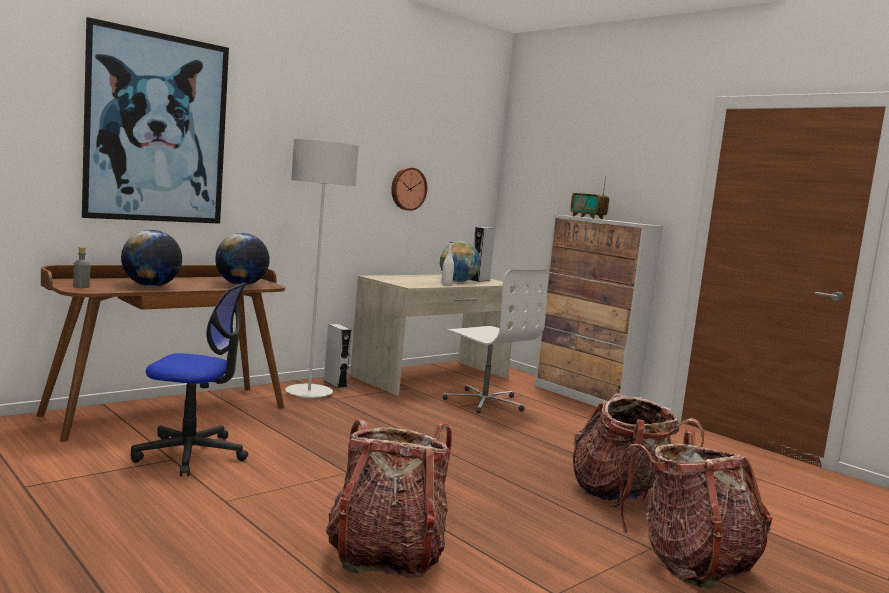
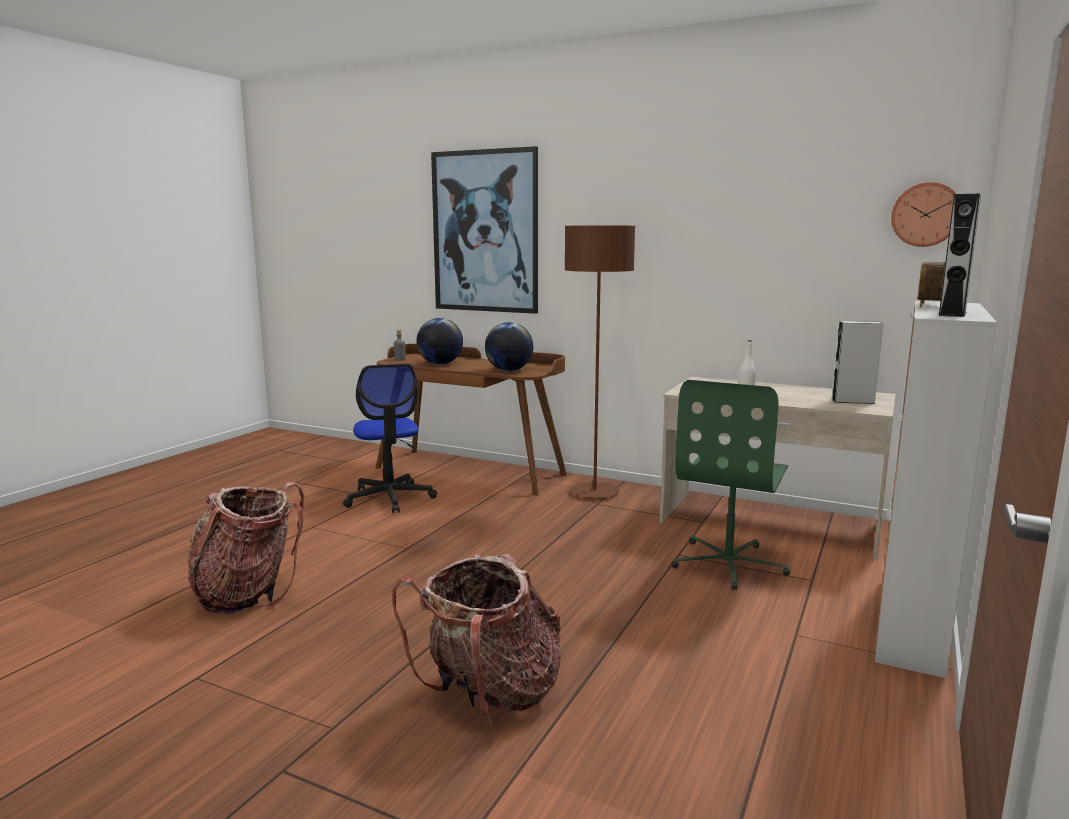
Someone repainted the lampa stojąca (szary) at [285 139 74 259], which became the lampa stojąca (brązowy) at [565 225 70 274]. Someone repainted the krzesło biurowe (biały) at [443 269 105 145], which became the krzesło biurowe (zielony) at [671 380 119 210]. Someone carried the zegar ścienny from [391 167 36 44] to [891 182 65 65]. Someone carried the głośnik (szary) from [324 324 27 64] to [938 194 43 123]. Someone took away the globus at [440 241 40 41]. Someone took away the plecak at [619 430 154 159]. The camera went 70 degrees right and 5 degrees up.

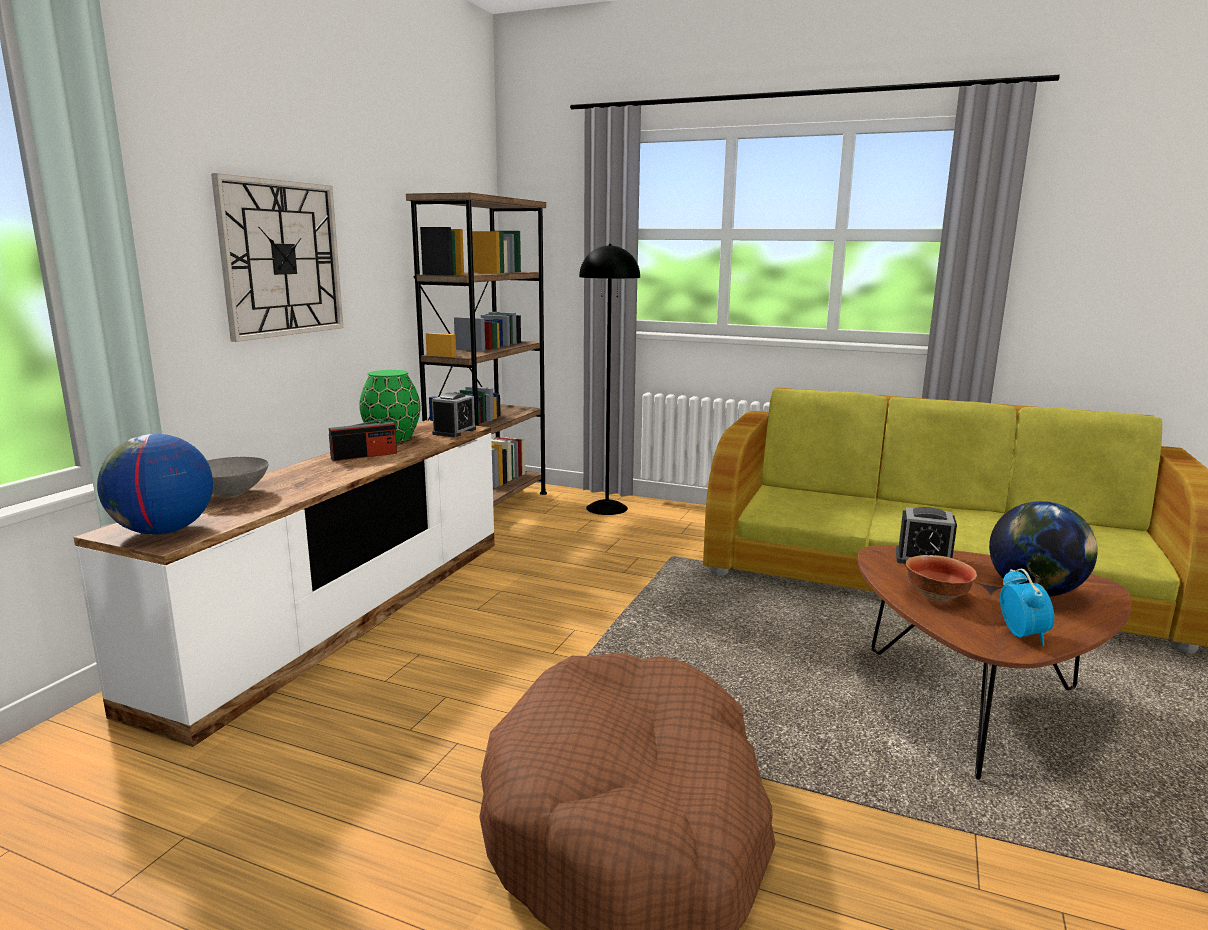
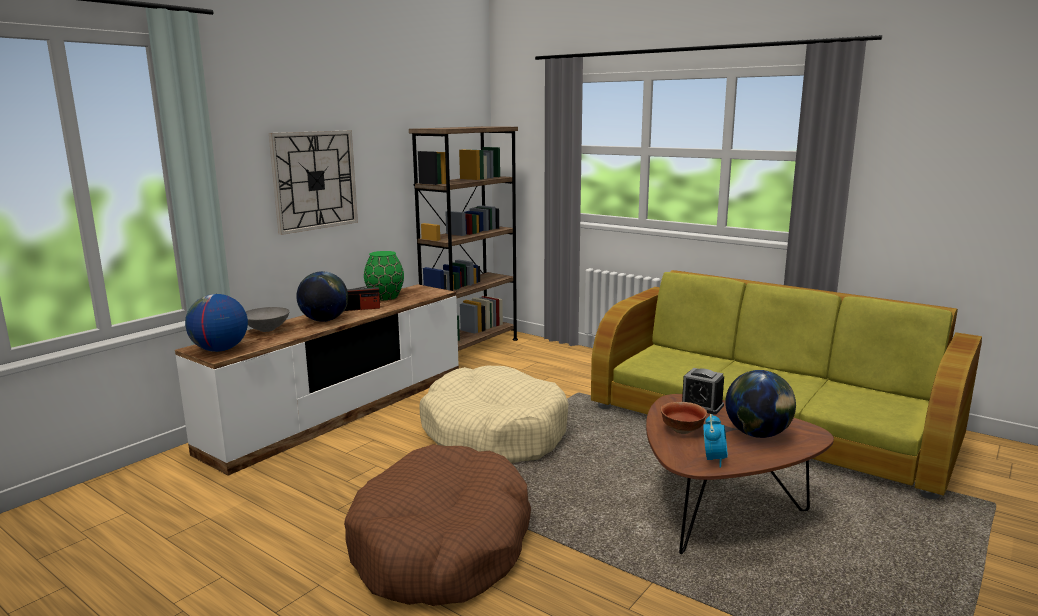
Someone put down the globus at [296 271 52 51]. Someone put down the legowisko (beżowy) at [419 366 150 97]. Someone took away the budzik at [432 393 44 44]. Someone took away the lampa stojąca (czarny) at [579 244 61 271]. The camera went 15 degrees right and 0 degrees up.

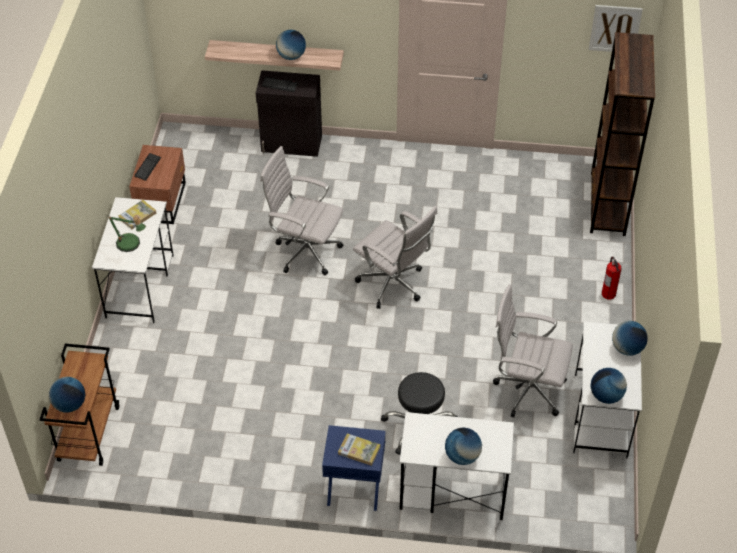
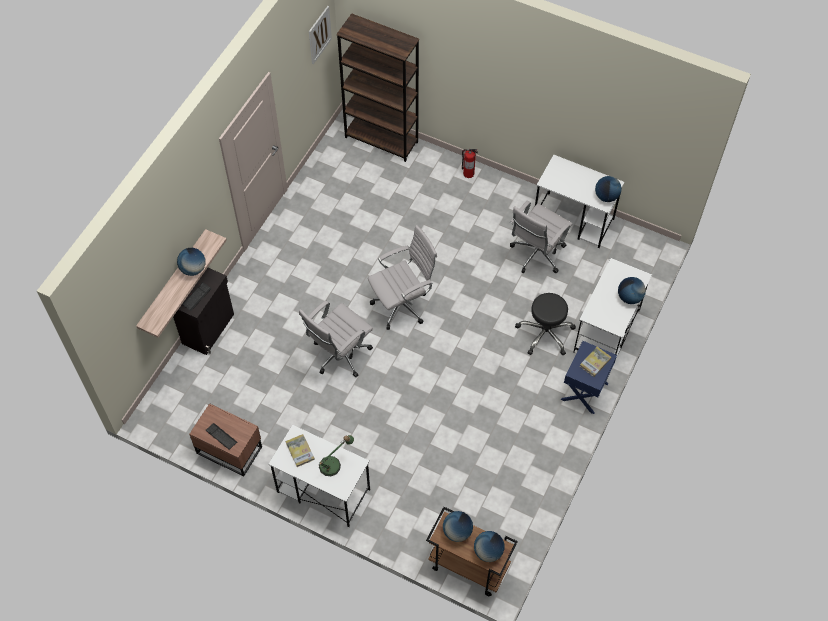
Someone carried the globus from [612 321 36 35] to [443 511 30 31]. The camera went 70 degrees left and 10 degrees up.

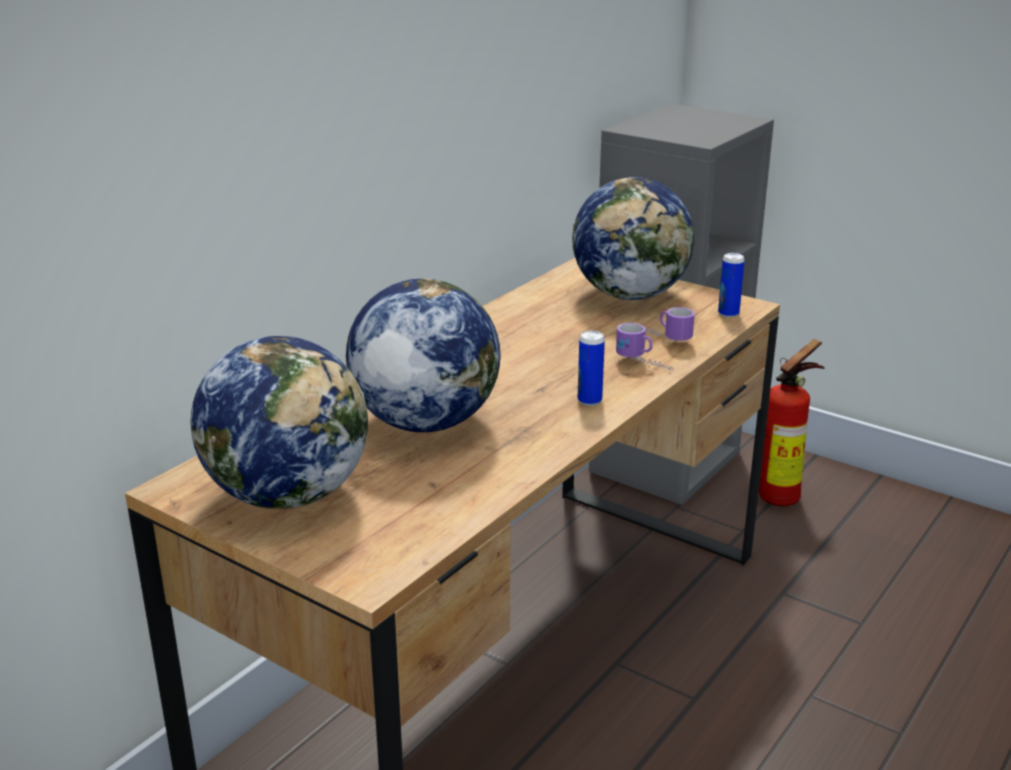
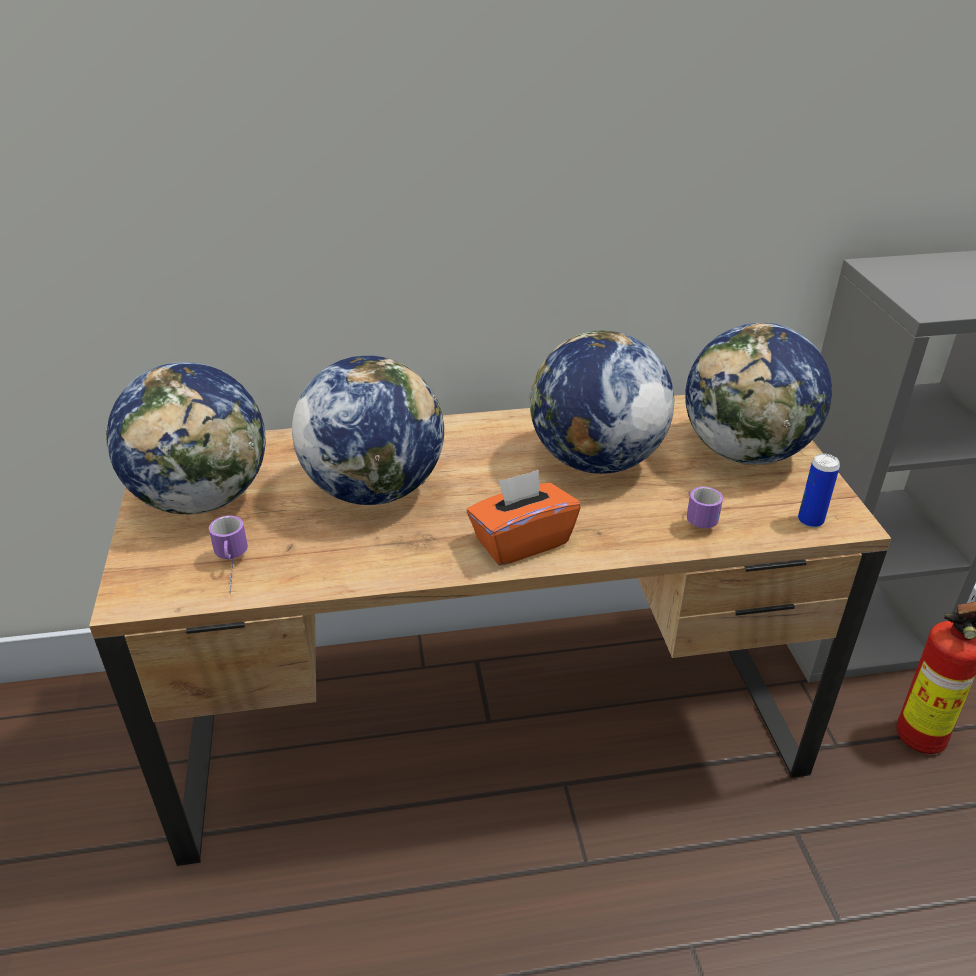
Someone carried the kubek from [616 323 57 48] to [209 516 39 78]. Someone swapped the puszka at [578 331 27 75] for the pudełko chusteczek (pomarańczowy) at [467 470 114 96]. Someone put down the globus at [529 330 145 144]. The camera went 45 degrees right and 10 degrees up.

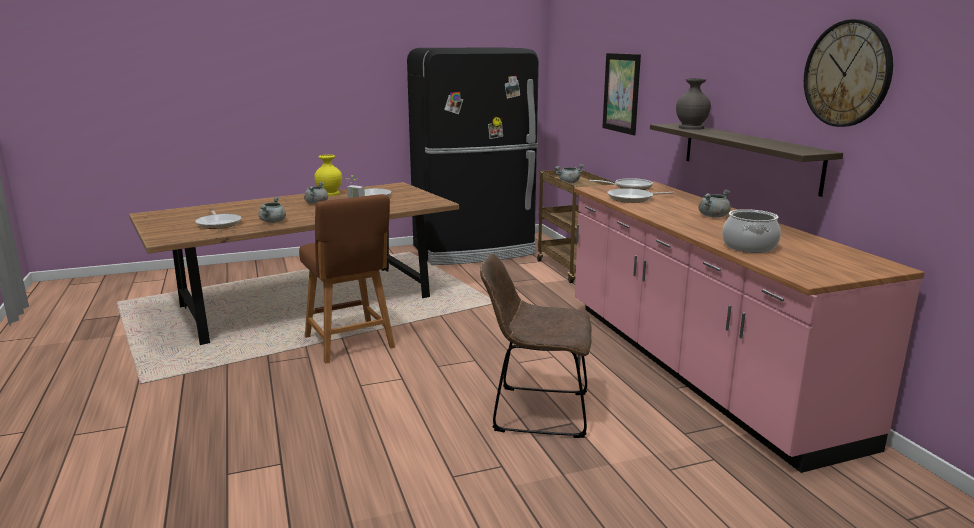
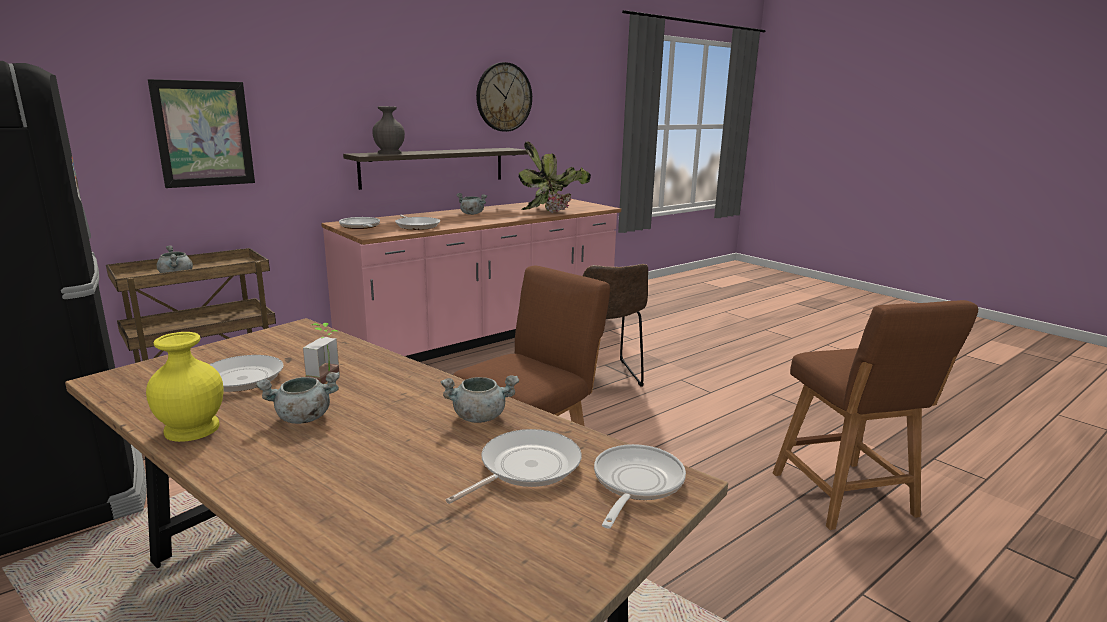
Someone swapped the garnek at [722 209 59 44] for the roślina doniczkowa at [519 142 72 71]. Someone put down the patelnia at [594 444 92 84]. Someone put down the stołek (brązowy) at [773 300 205 230]. The camera went 110 degrees left and 0 degrees up.

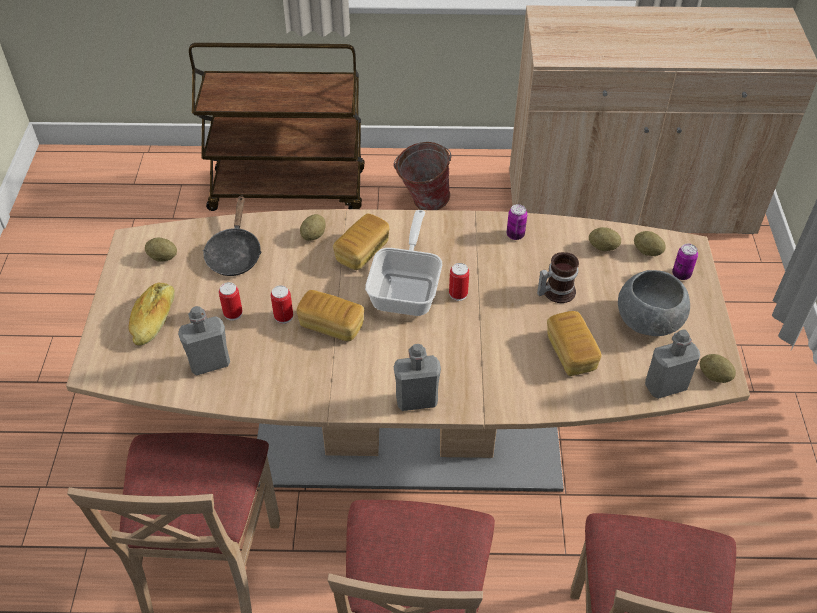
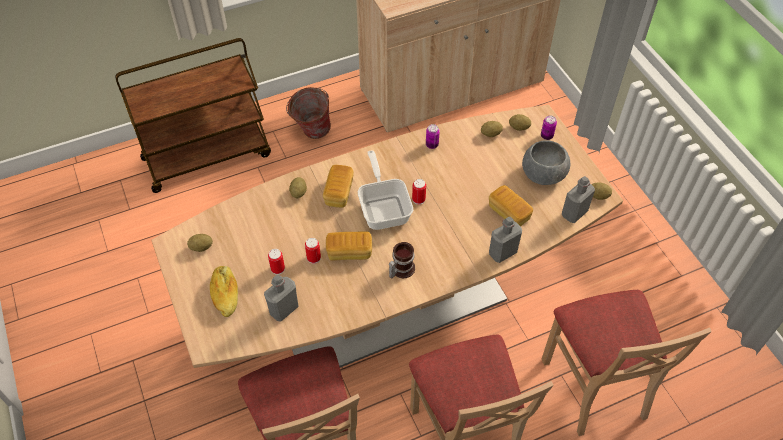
Someone carried the kubek from [537 252 42 51] to [389 242 26 37]. Someone carried the butelka (szary) from [394 344 47 67] to [489 217 33 46]. Someone took away the patelnia (czarny) at [203 195 58 81]. The camera went 25 degrees left and 5 degrees up.

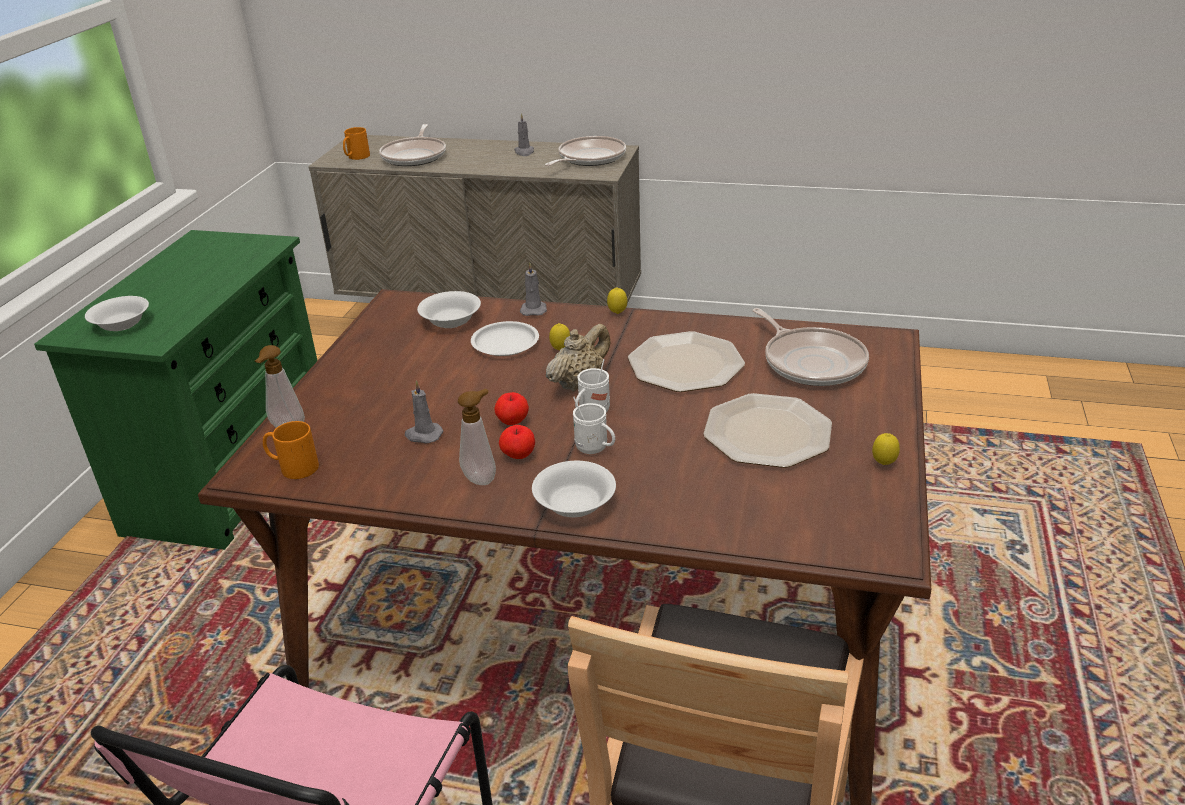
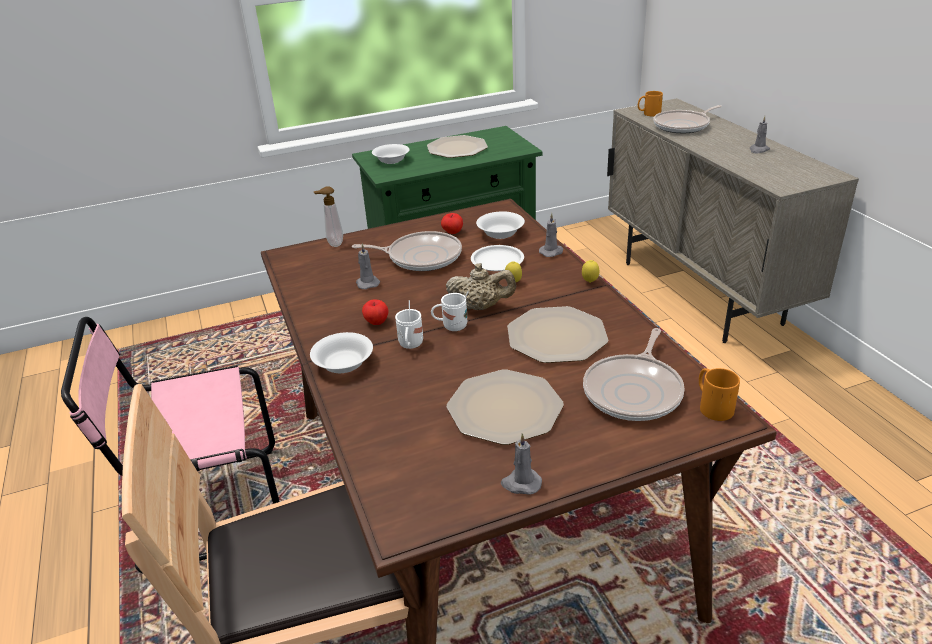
Someone carried the patelnia from [545 136 81 30] to [352 231 110 40]. Someone put down the talerz at [427 135 61 23]. Someone carried the jabłko from [494 392 35 33] to [441 213 22 21]. Someone swapped the cytryna at [872 433 28 32] for the świeca (szary) at [501 433 41 62]. Someone carried the kubek (pomarańczowy) from [263 421 56 58] to [699 368 41 53]. Someone took away the dozownik mydła at [458 388 38 97]. The camera went 55 degrees right and 0 degrees up.

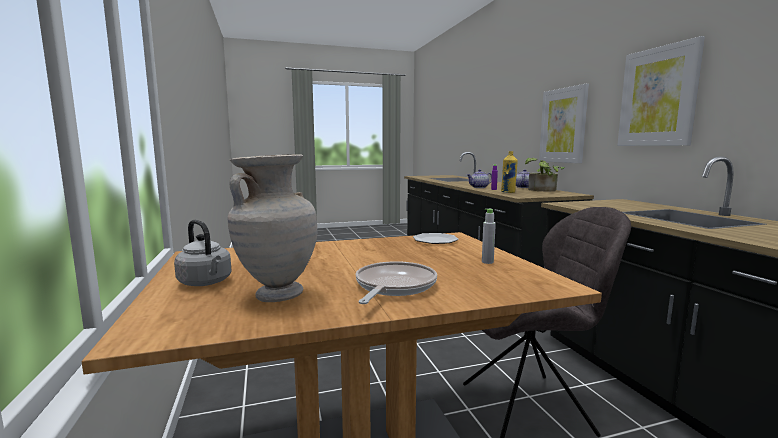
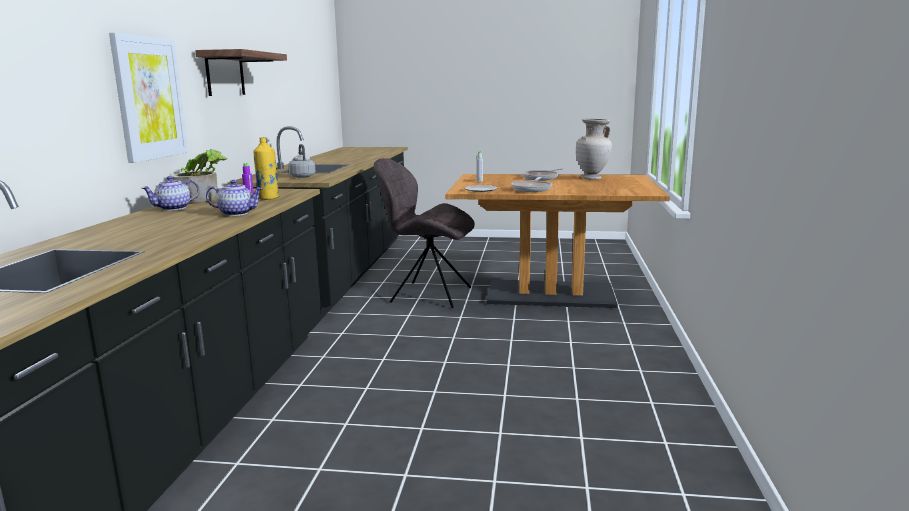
Someone swapped the obraz at [617 36 88 110] for the półka at [195 49 92 47]. Someone carried the czajnik (szary) from [174 220 57 66] to [288 144 28 34]. Someone put down the patelnia at [511 177 41 15]. The camera went 155 degrees left and 5 degrees up.

